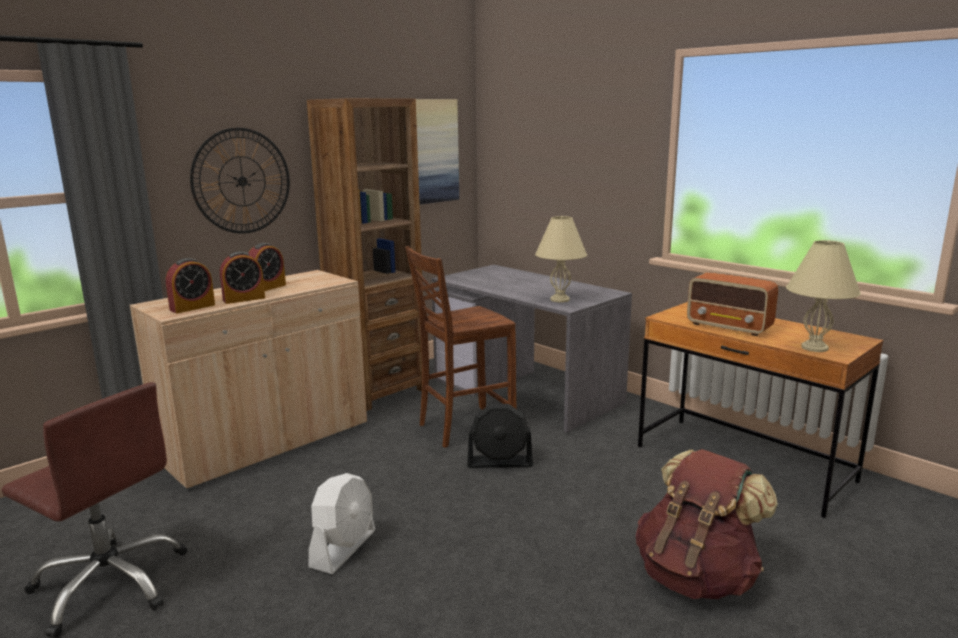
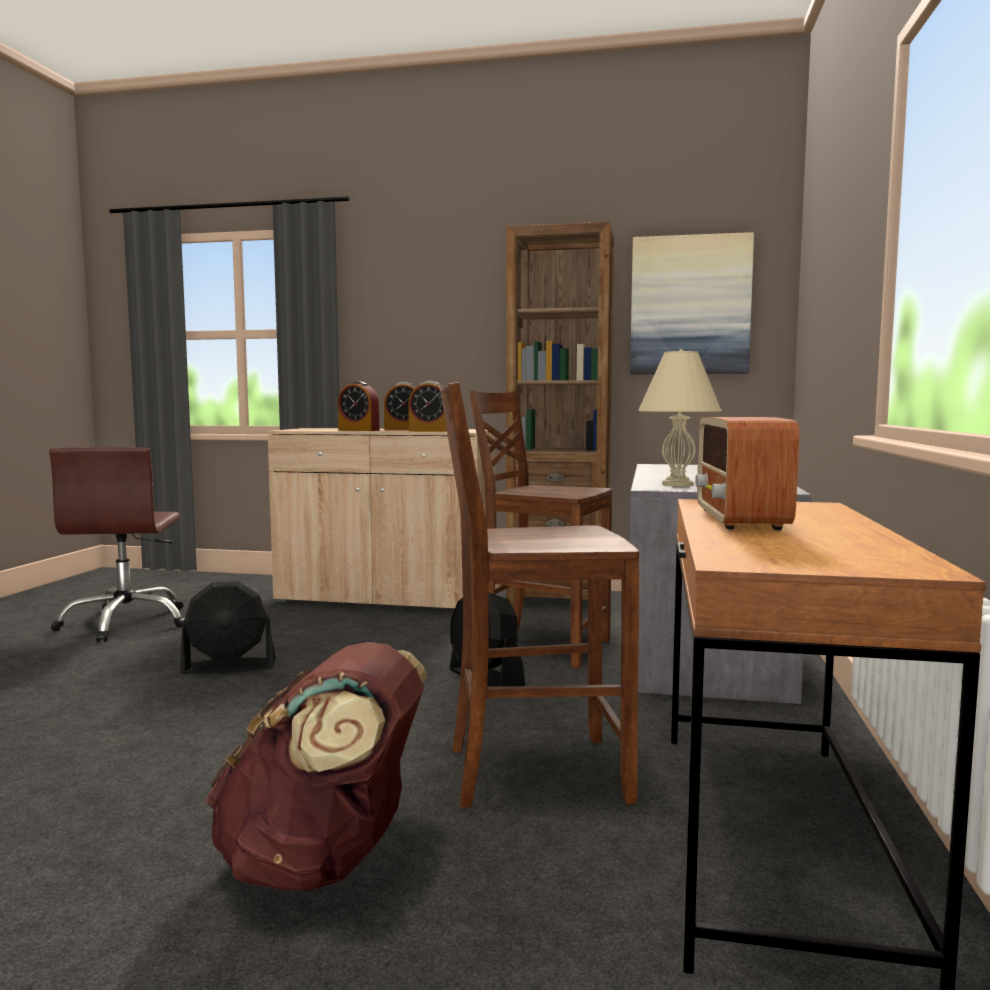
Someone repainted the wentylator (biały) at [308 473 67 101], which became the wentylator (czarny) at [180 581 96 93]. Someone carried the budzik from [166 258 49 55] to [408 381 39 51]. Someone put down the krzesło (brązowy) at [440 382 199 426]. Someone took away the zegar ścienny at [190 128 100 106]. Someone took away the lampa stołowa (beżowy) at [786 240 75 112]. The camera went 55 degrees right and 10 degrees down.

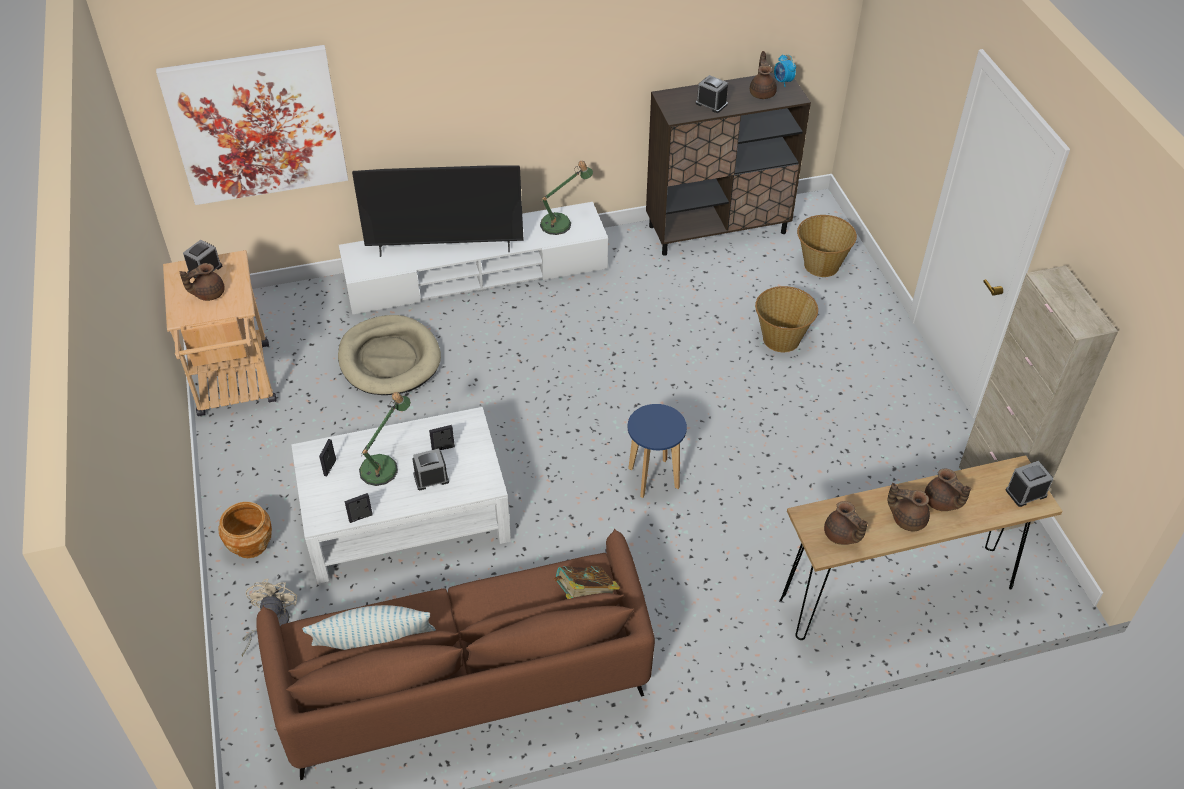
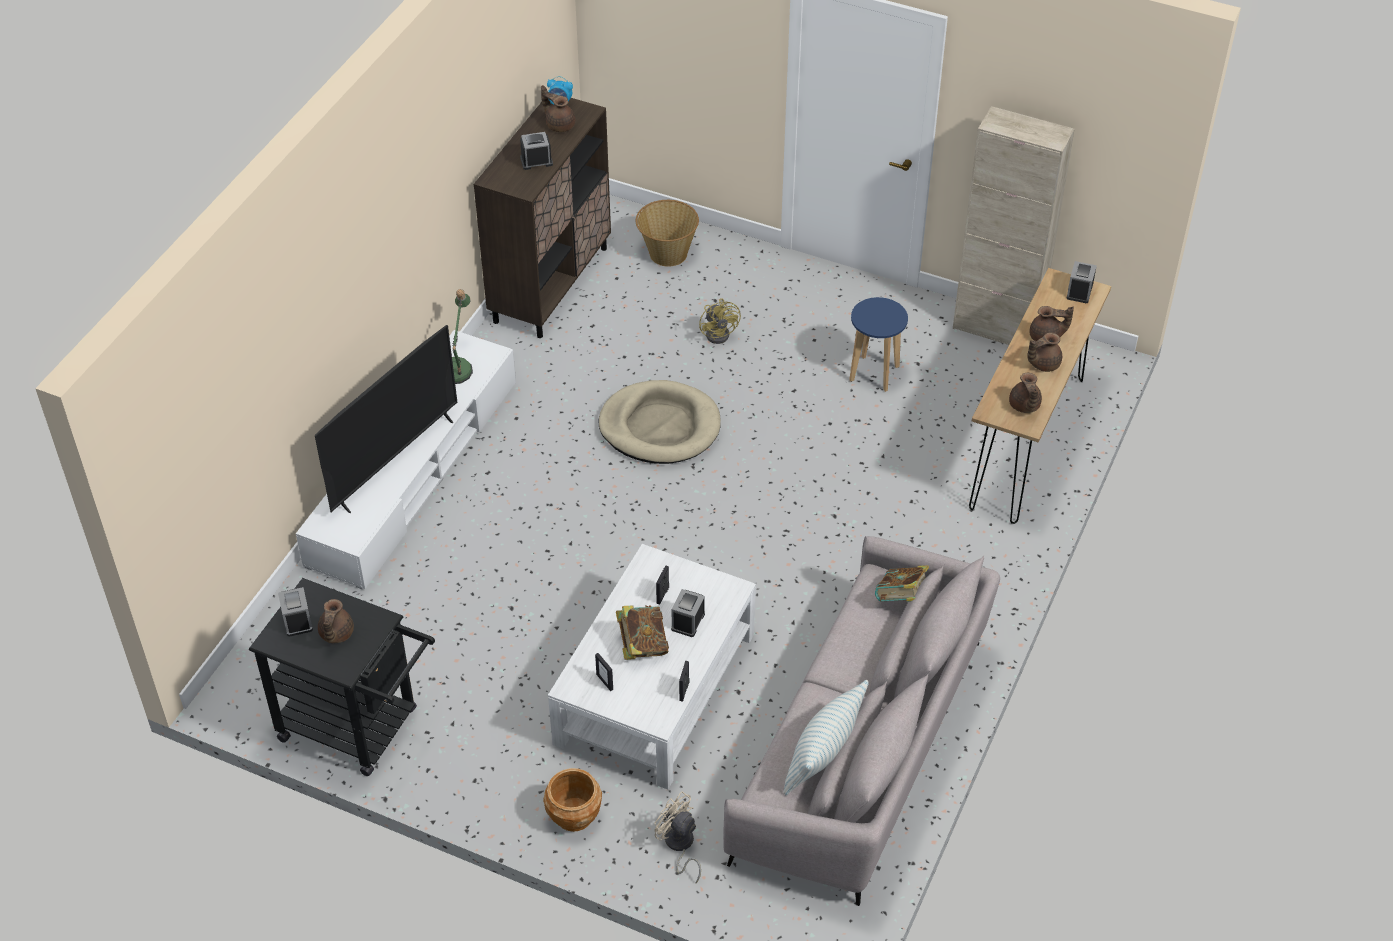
Someone repainted the wózek (beżowy) at [163 250 114 166], which became the wózek (czarny) at [249 578 186 198]. Someone carried the legowisko (beżowy) from [338 315 103 80] to [598 380 123 84]. Someone swapped the lampa stołowa at [359 392 52 94] for the książka at [616 605 53 55]. Someone swapped the koszyk at [755 286 63 66] for the wentylator (żółty) at [699 298 42 46]. Someone repainted the kanapa (brązowy) at [256 528 399 252], which became the kanapa (szary) at [723 536 277 370]. Someone carried the stołek (niebieski) from [628 404 59 94] to [849 297 59 95]. Someone rotated the imbryk (brązowy) at [824 501 44 44] by 75 degrees clockwise. Someone took away the obraz at [156 45 192 160]. The camera went 50 degrees left and 0 degrees up.

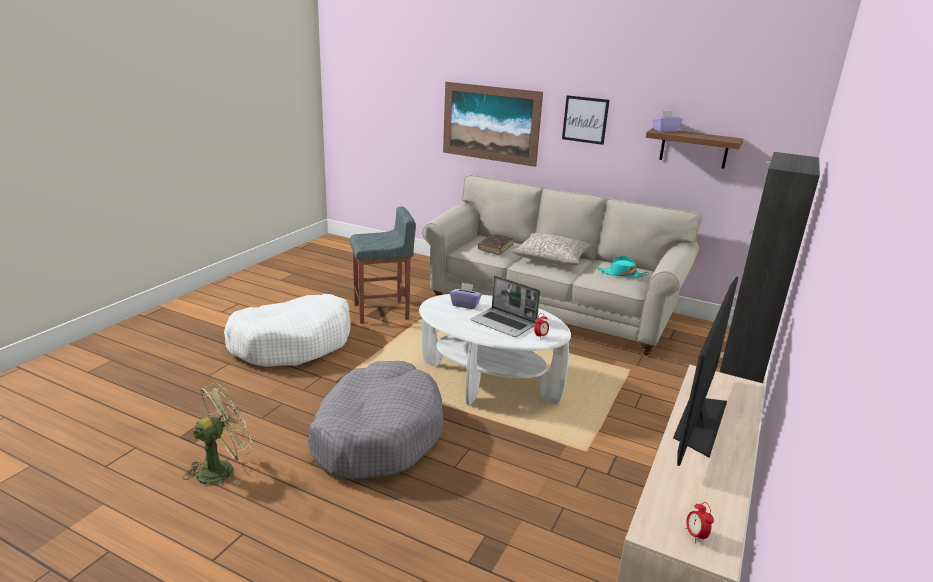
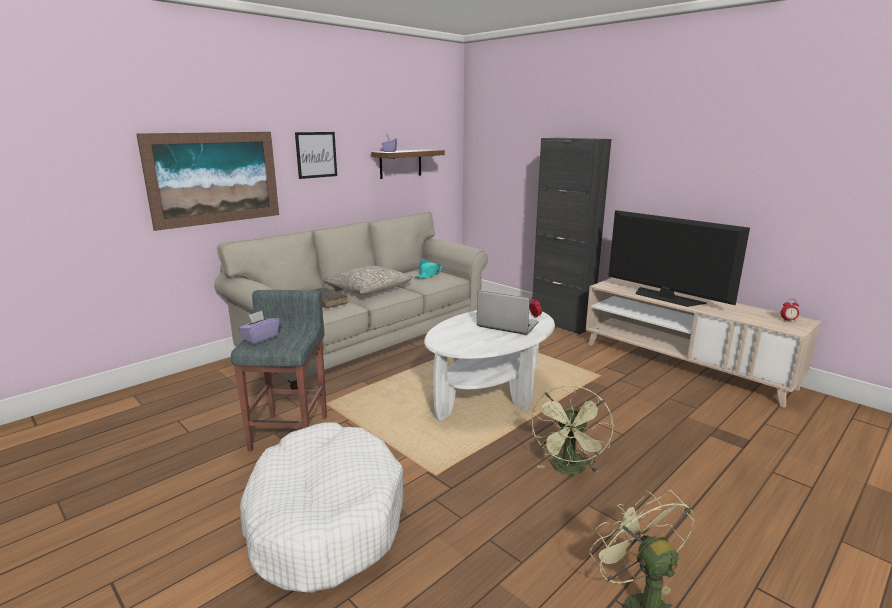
Someone carried the pudełko chusteczek (fioletowy) from [450 283 32 26] to [238 311 41 33]. Someone rotated the laptop at [470 275 70 62] by 120 degrees counterclockwise. Someone swapped the legowisko (szary) at [308 361 136 119] for the wentylator (zielony) at [532 385 81 90]. The camera went 70 degrees left and 5 degrees down.

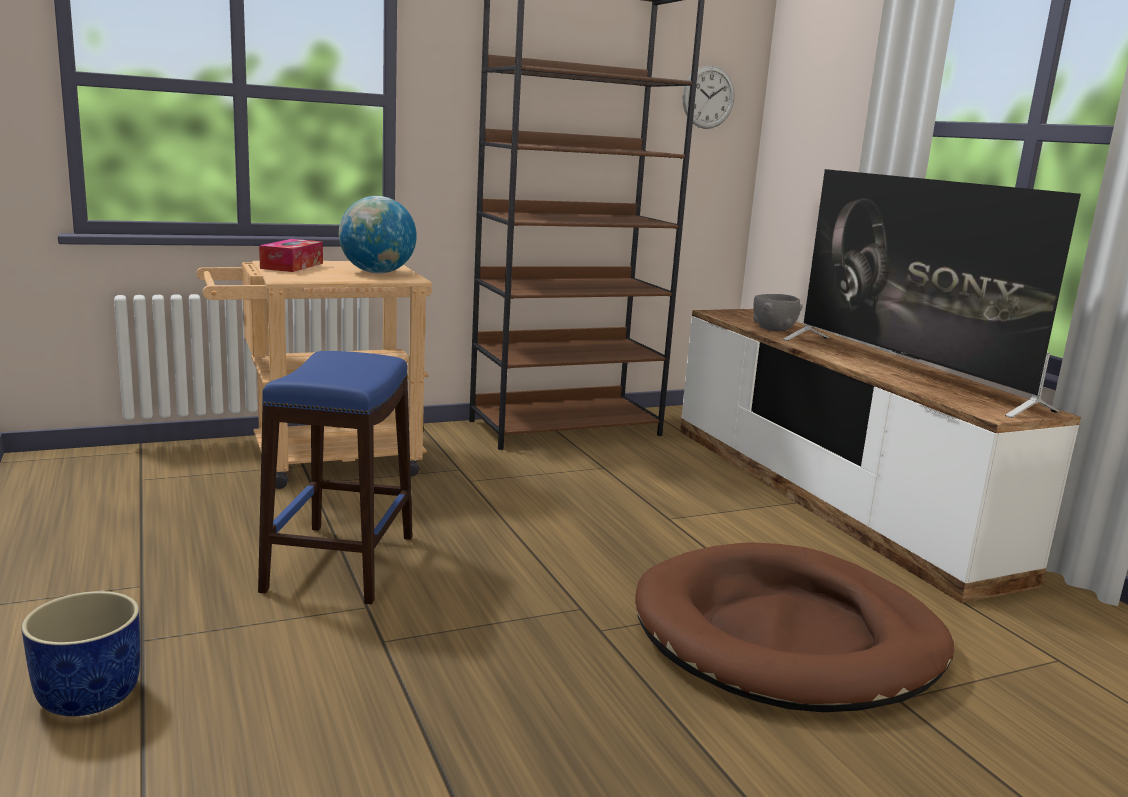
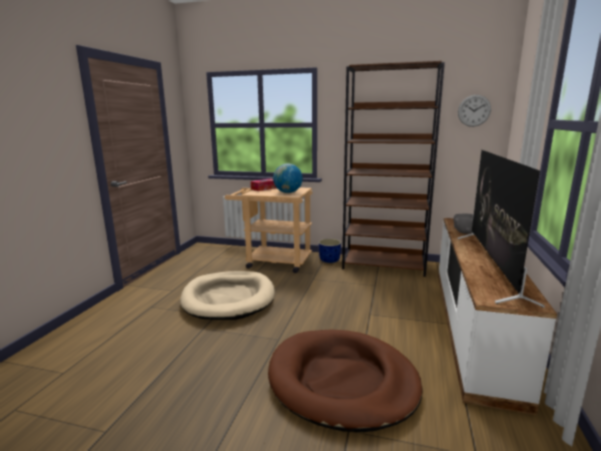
Someone swapped the stołek (niebieski) at [258 351 155 253] for the legowisko (beżowy) at [180 271 95 49]. Someone carried the donica (niebieski) from [21 591 119 125] to [319 239 22 24]. The camera went 40 degrees right and 0 degrees up.

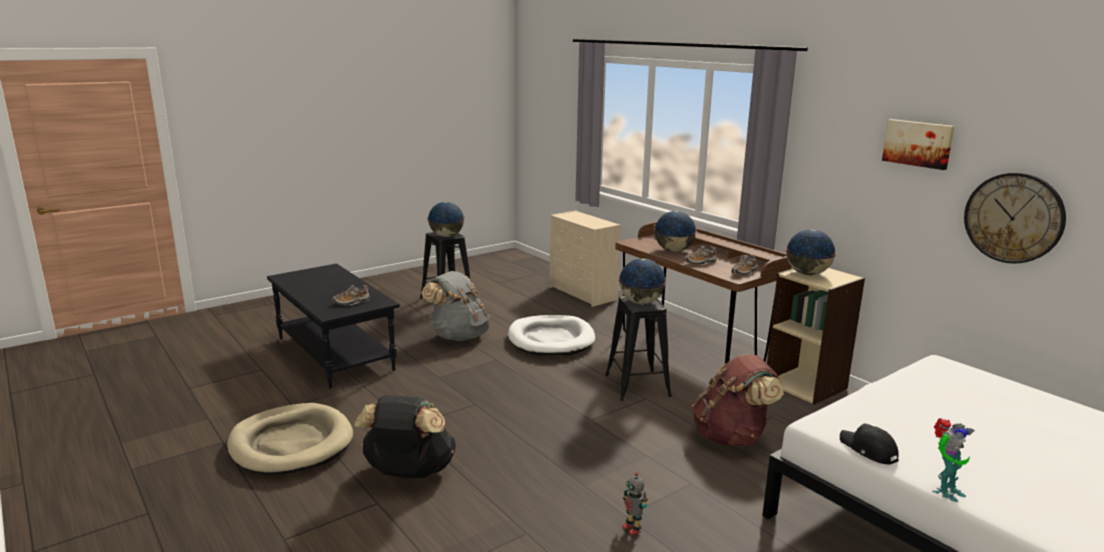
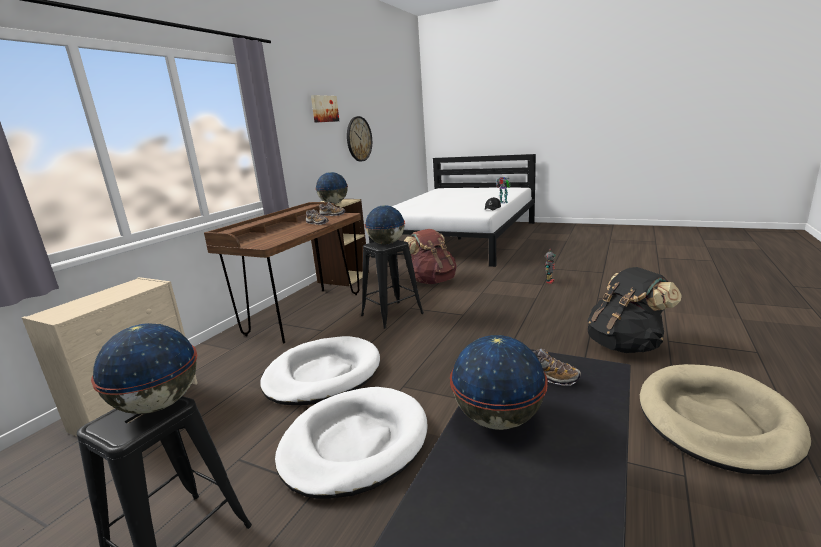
Someone swapped the plecak (szary) at [421 271 69 70] for the legowisko (biały) at [275 387 152 112]. Someone carried the globus from [654 211 43 41] to [450 335 98 95]. The camera went 115 degrees left and 0 degrees up.

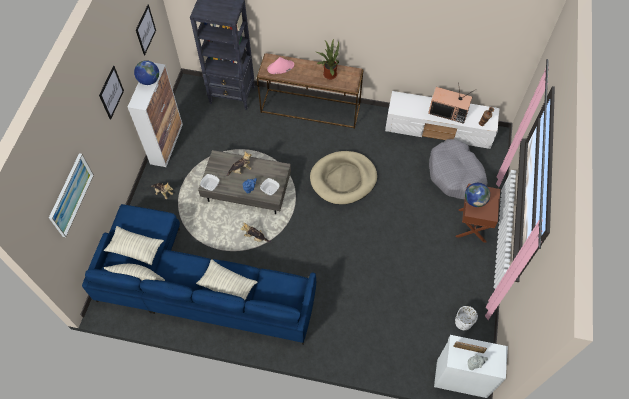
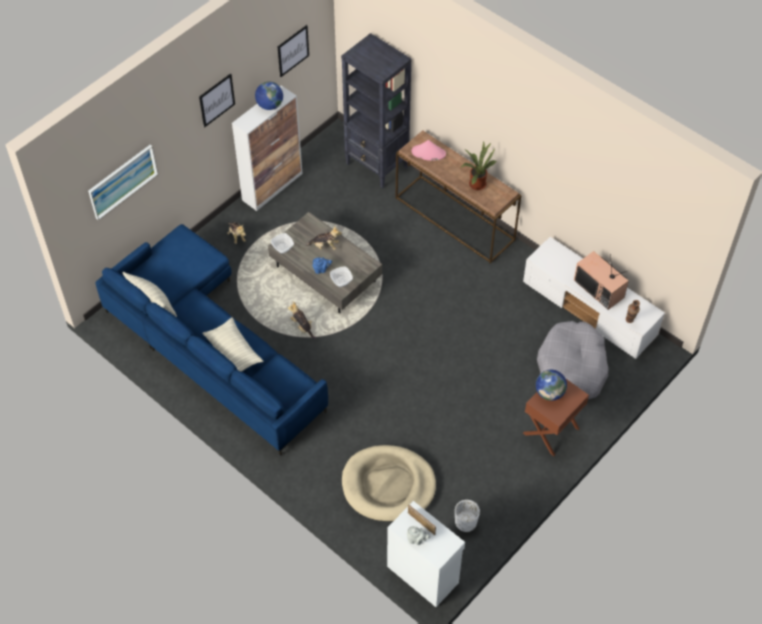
Someone carried the legowisko (beżowy) from [310 151 67 54] to [342 445 94 77]. Someone took away the poduszka at [104 226 60 39]. The camera went 30 degrees right and 5 degrees down.

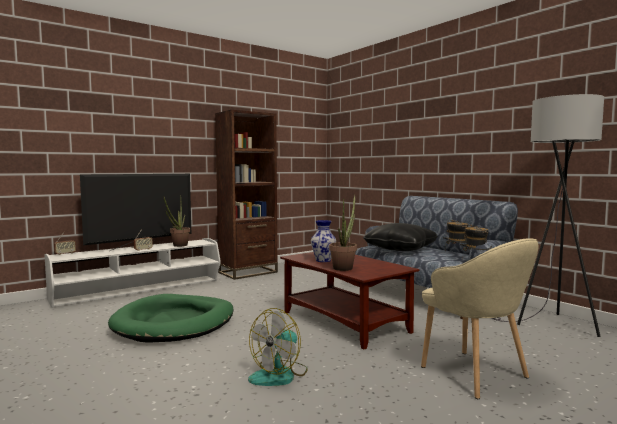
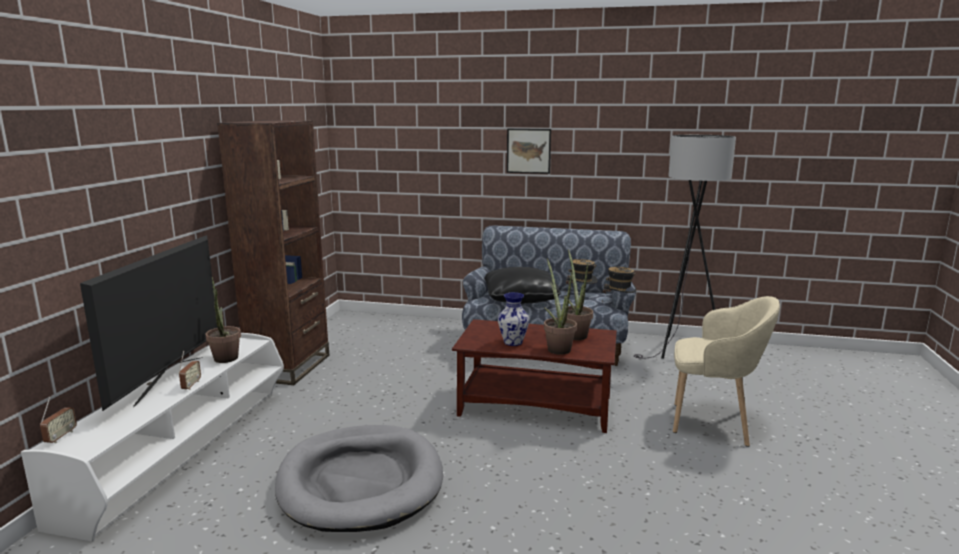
Someone repainted the legowisko (zielony) at [108 294 125 49], which became the legowisko (szary) at [275 425 168 107]. Someone put up the obraz at [507 129 44 45]. Someone put down the roślina doniczkowa at [564 249 29 91]. Someone took away the wentylator at [248 308 60 78]. The camera went 40 degrees left and 10 degrees up.

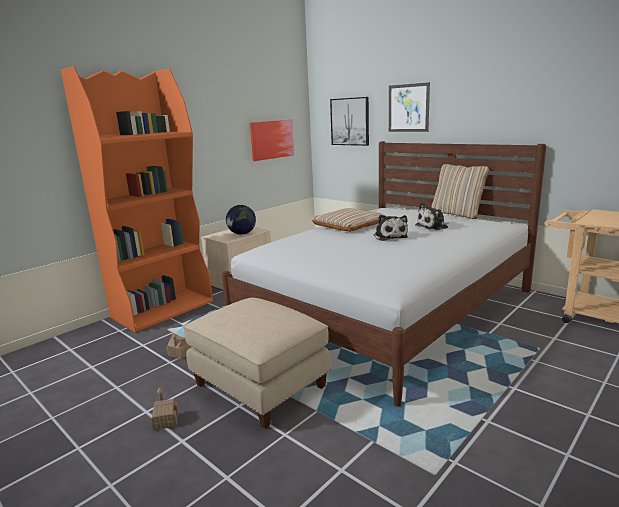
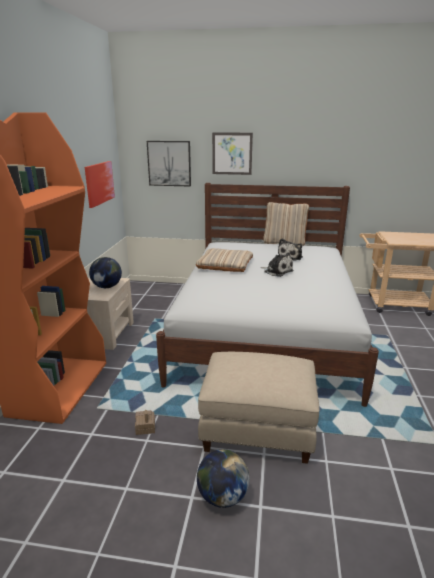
Someone swapped the domek at [151 387 28 43] for the globus at [197 449 53 59]. The camera went 35 degrees left and 5 degrees up.

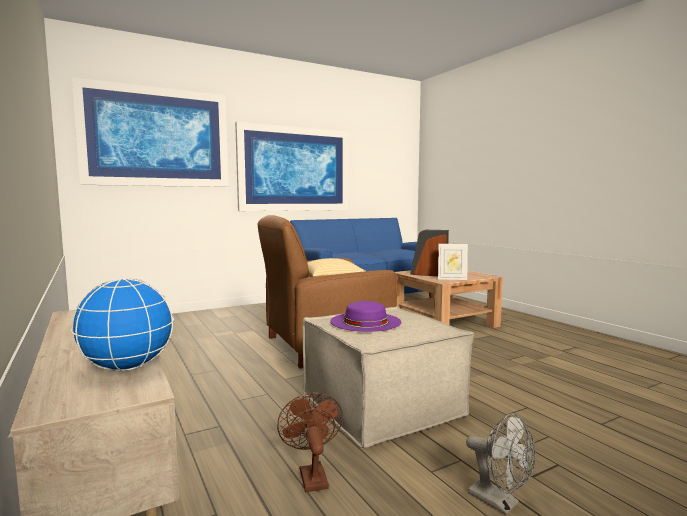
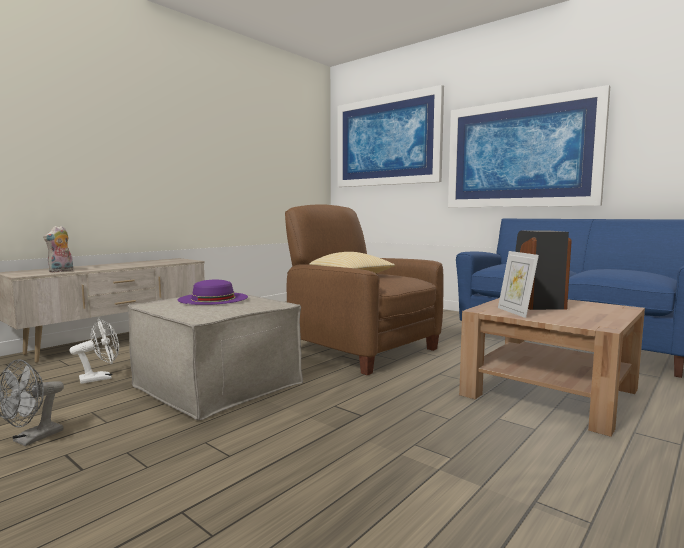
Someone swapped the globus at [71 278 103 93] for the pluszak at [43 226 30 46]. Someone repainted the wentylator (brązowy) at [277 393 66 99], which became the wentylator (biały) at [70 319 49 65]. The camera went 70 degrees right and 0 degrees up.

